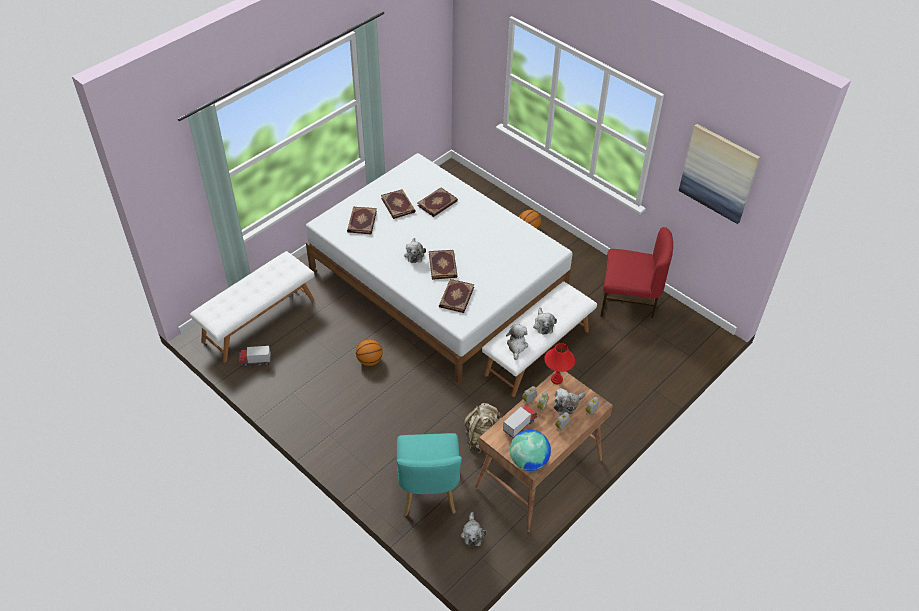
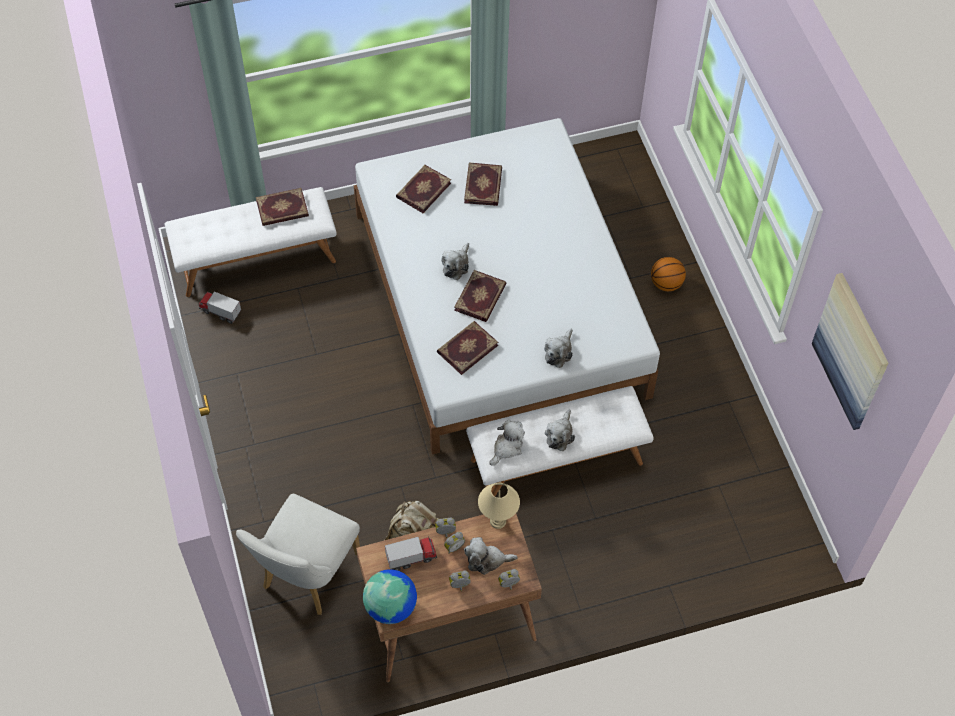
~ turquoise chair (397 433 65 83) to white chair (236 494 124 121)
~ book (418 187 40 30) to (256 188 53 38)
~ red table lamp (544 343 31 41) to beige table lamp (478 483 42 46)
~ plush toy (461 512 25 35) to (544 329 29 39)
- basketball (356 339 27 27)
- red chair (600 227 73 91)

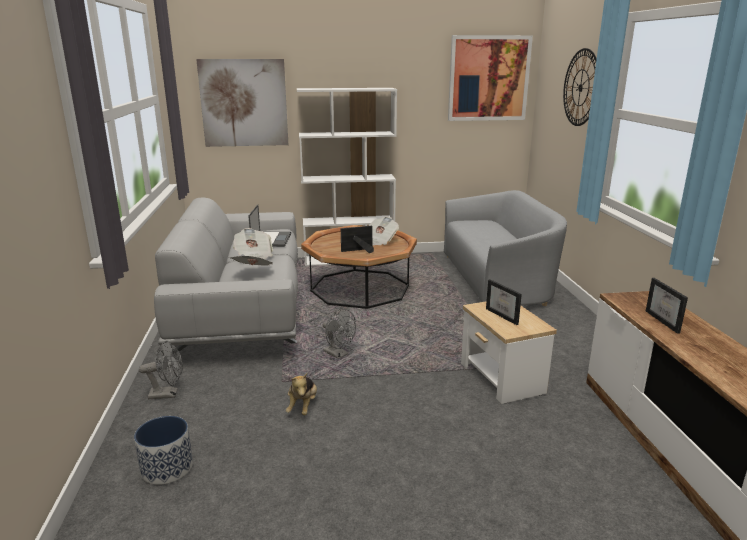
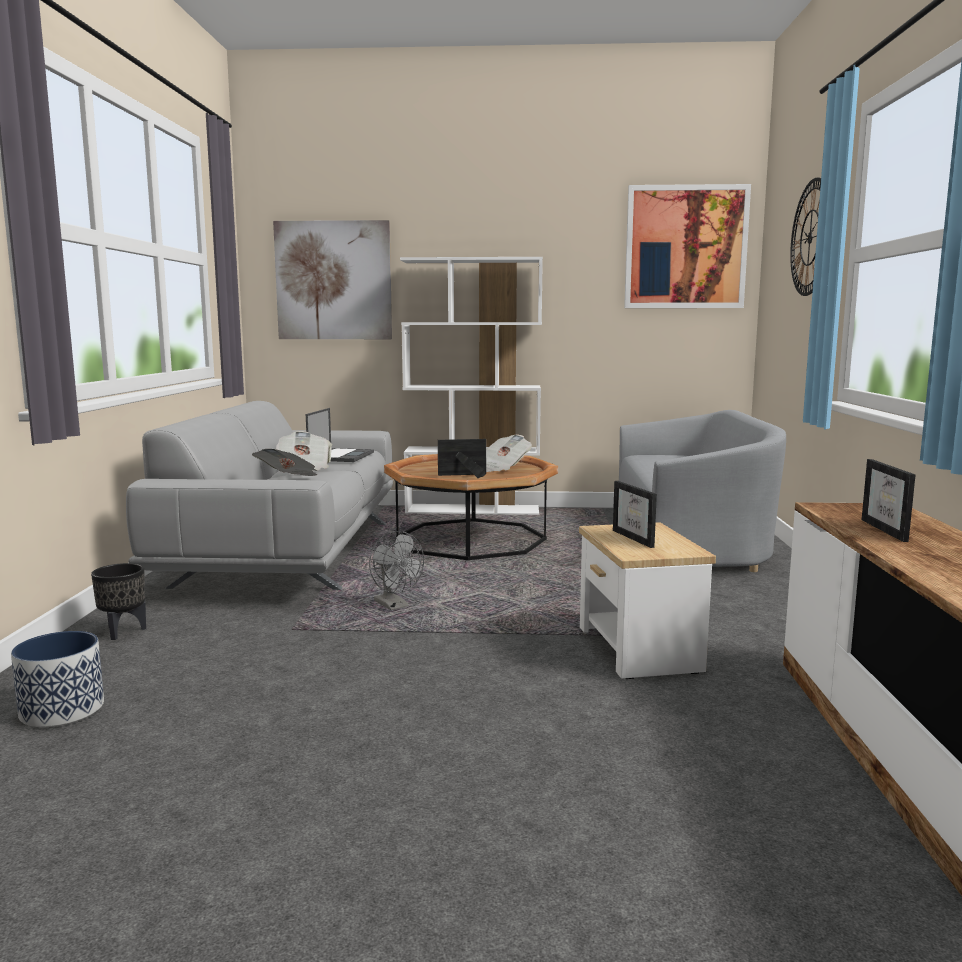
~ grey fan (139 341 44 58) to black planter (91 563 55 77)
- plush toy (286 373 31 42)

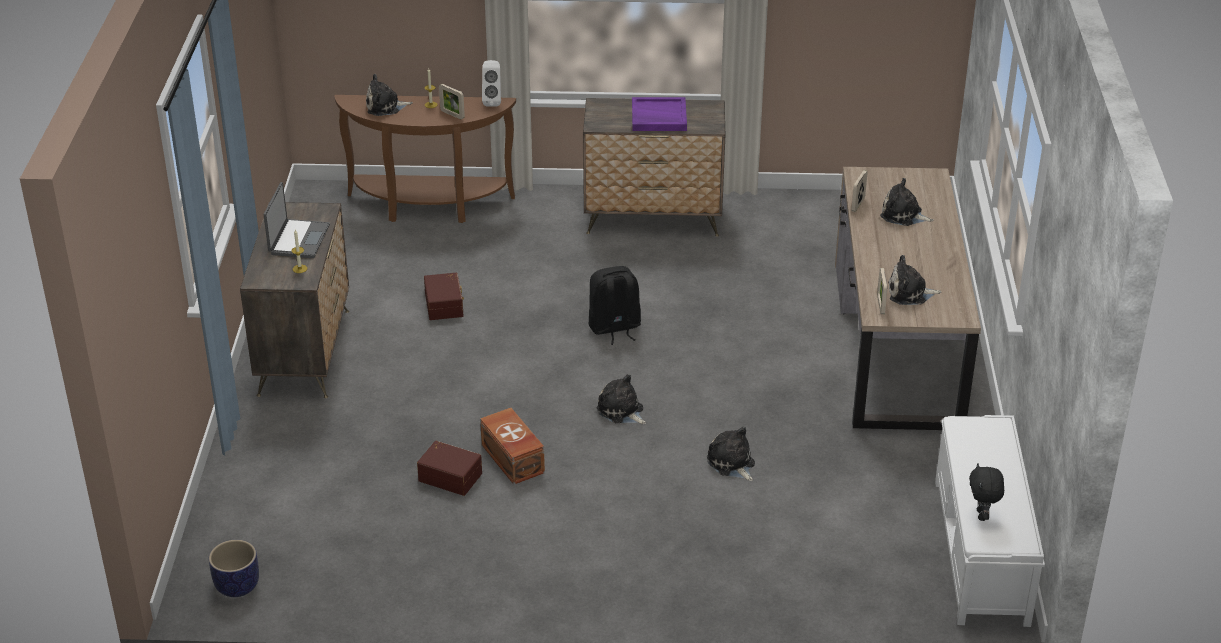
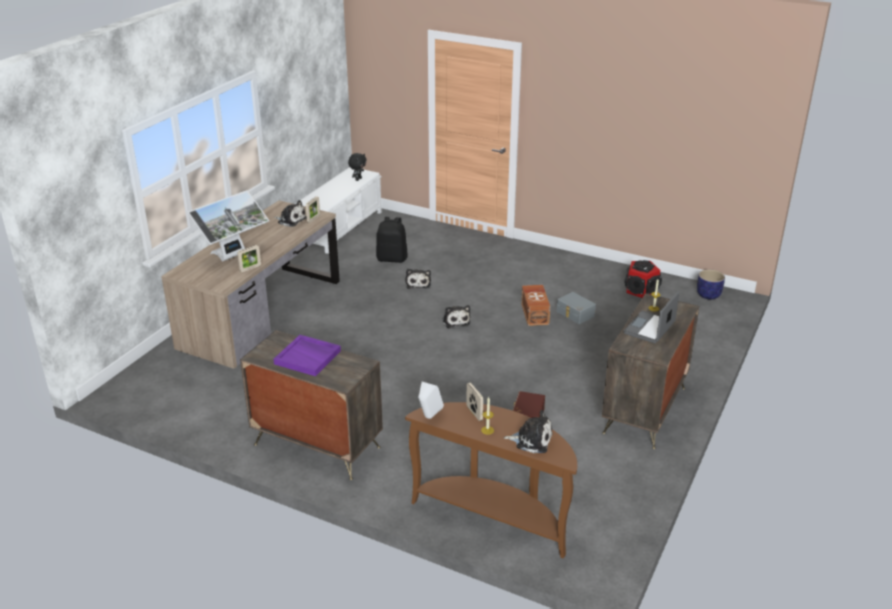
~ plush toy (880 178 54 48) to monitor (188 190 81 71)
~ black backpack (589 266 52 79) to (376 217 32 46)
~ brown storage box (417 441 65 55) to grey storage box (556 292 40 32)
+ speaker (624 260 38 38)

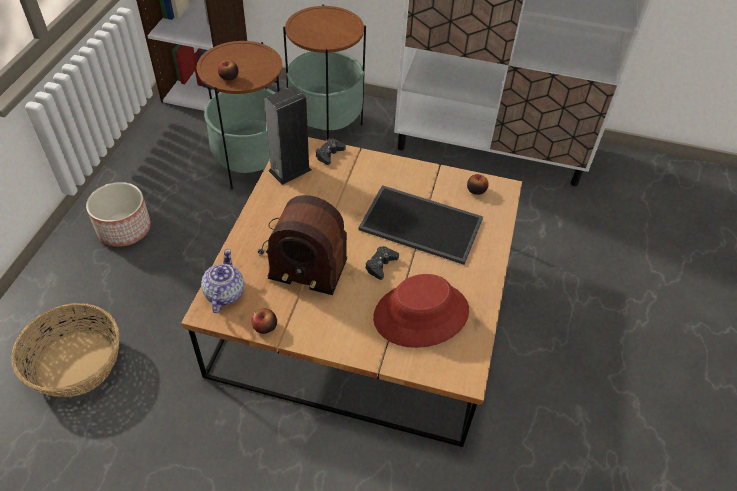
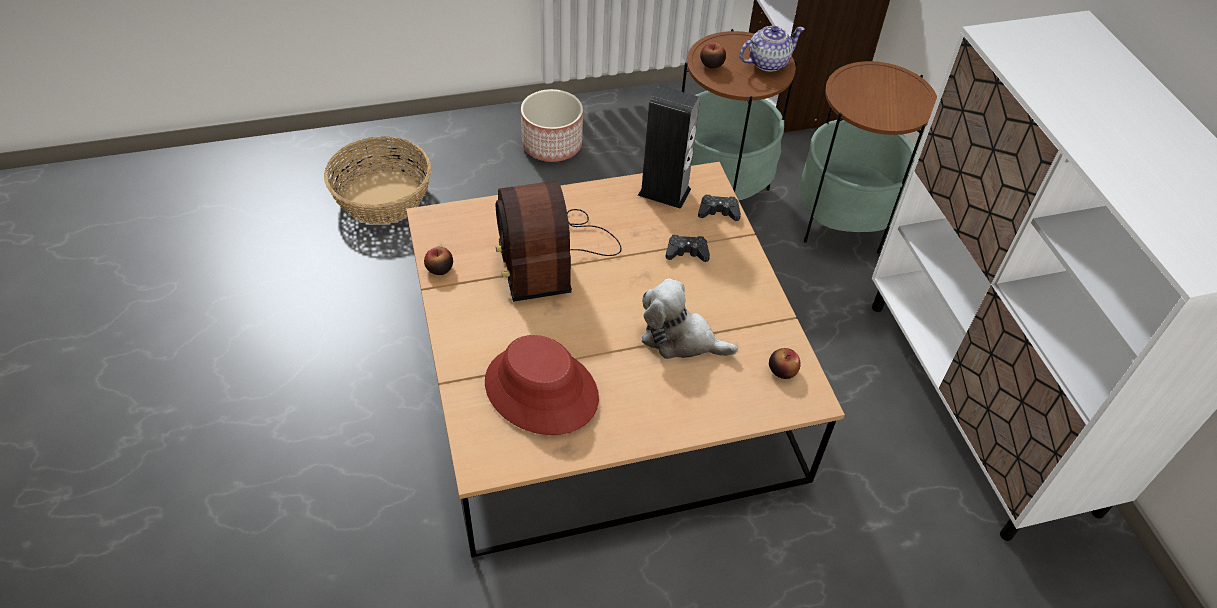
~ tray (358 185 125 80) to plush toy (642 278 96 81)
~ black game controller (365 246 34 34) to (666 235 44 27)
~ teapot (201 249 43 64) to (739 26 66 46)

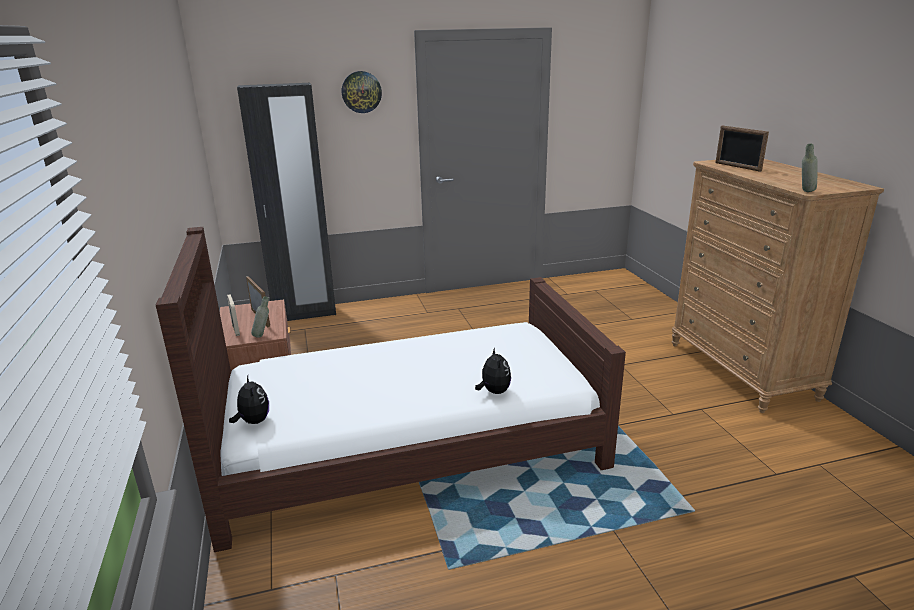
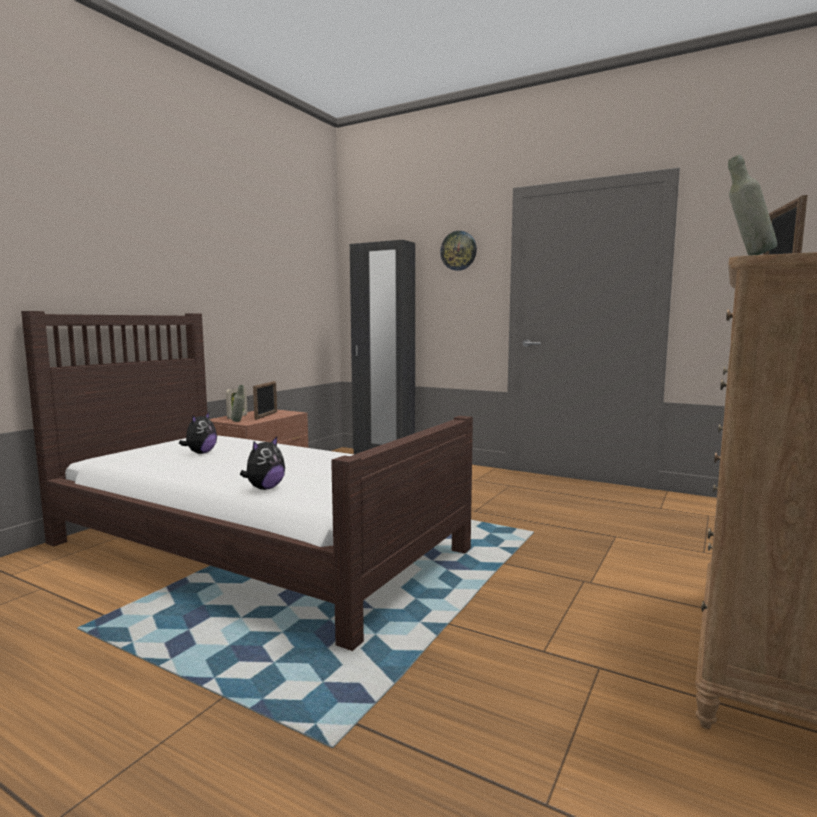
~ plush toy (229 375 40 49) to (179 412 38 42)

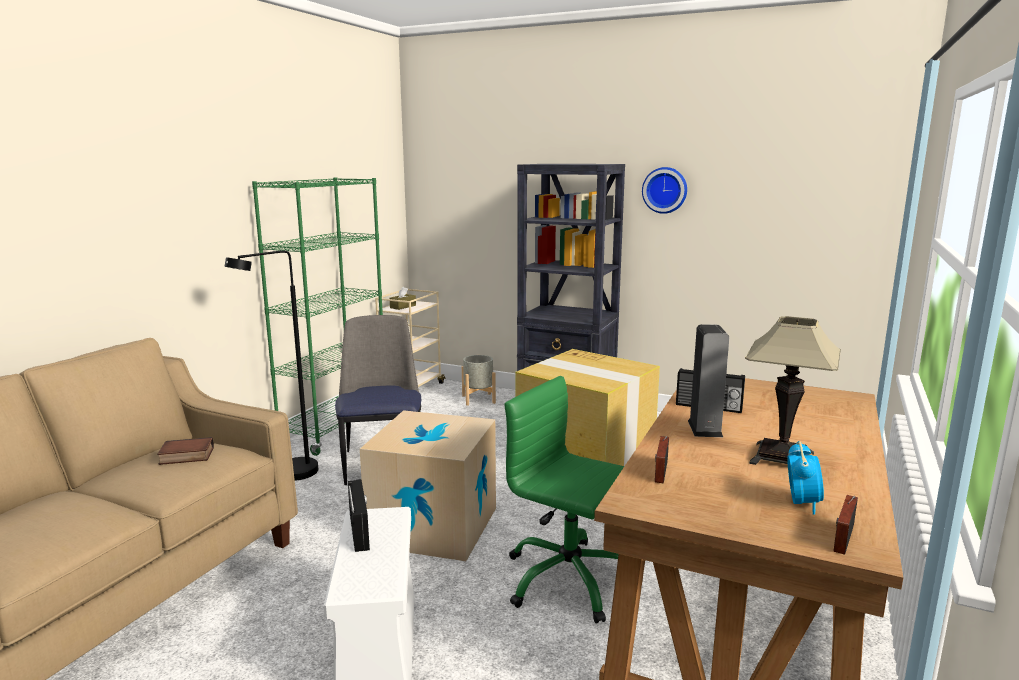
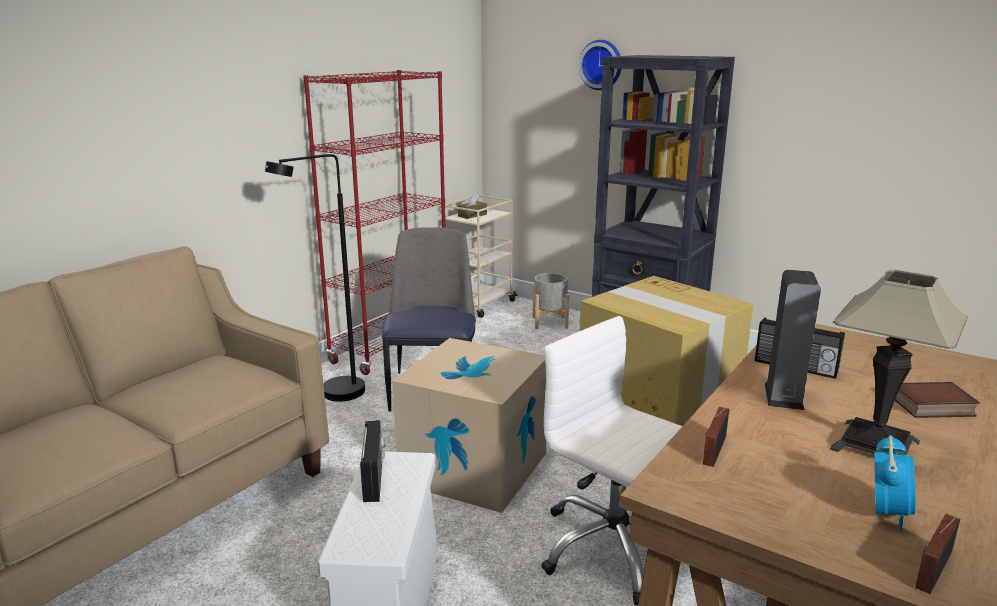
~ green bookcase (252 177 131 279) to red bookcase (303 70 142 305)
~ green office chair (504 376 120 248) to white office chair (541 316 141 289)
~ wall clock (642 167 45 47) to (578 40 43 50)
~ book (157 437 57 28) to (895 382 85 36)

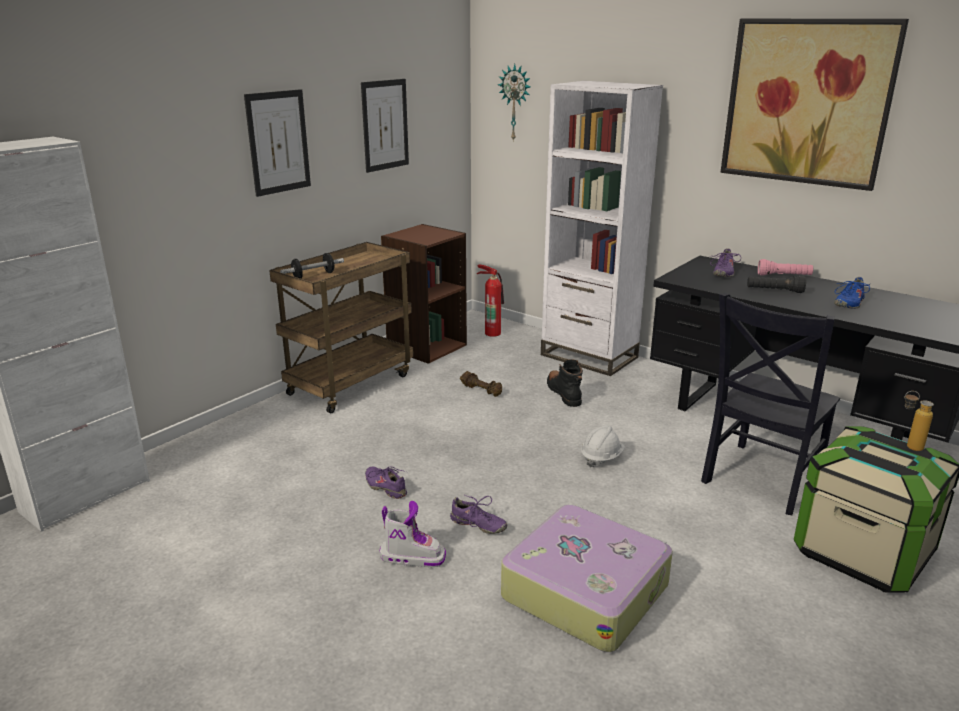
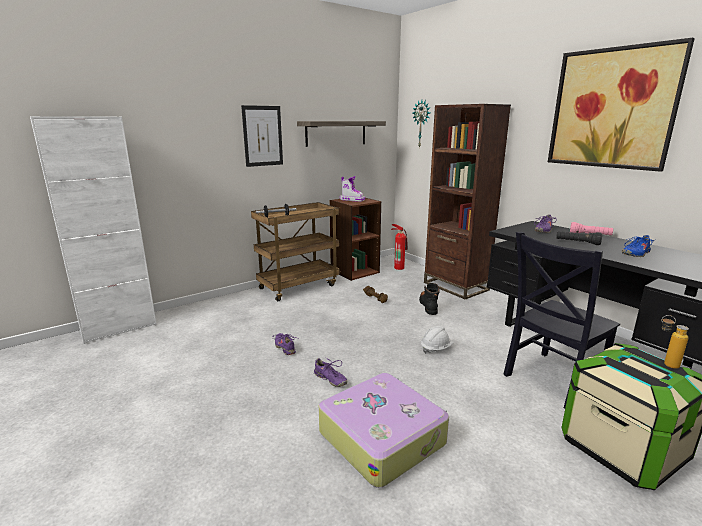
~ picture (361 79 48 94) to shelf (297 121 89 26)
~ boot (380 501 66 66) to (340 176 25 26)
~ white bookcase (541 81 122 295) to brown bookcase (424 104 87 195)

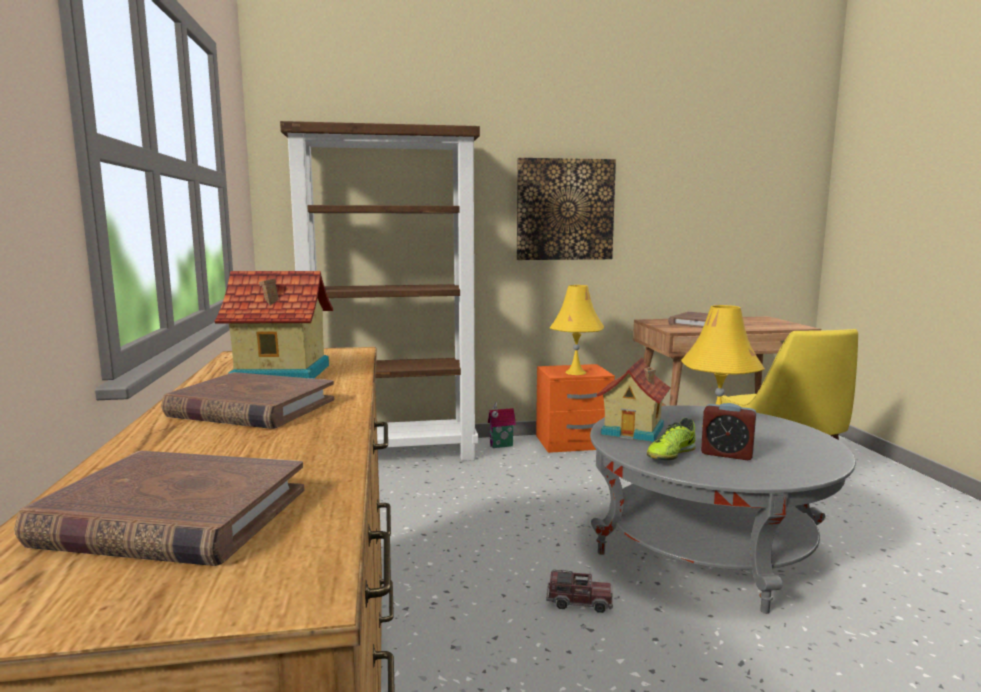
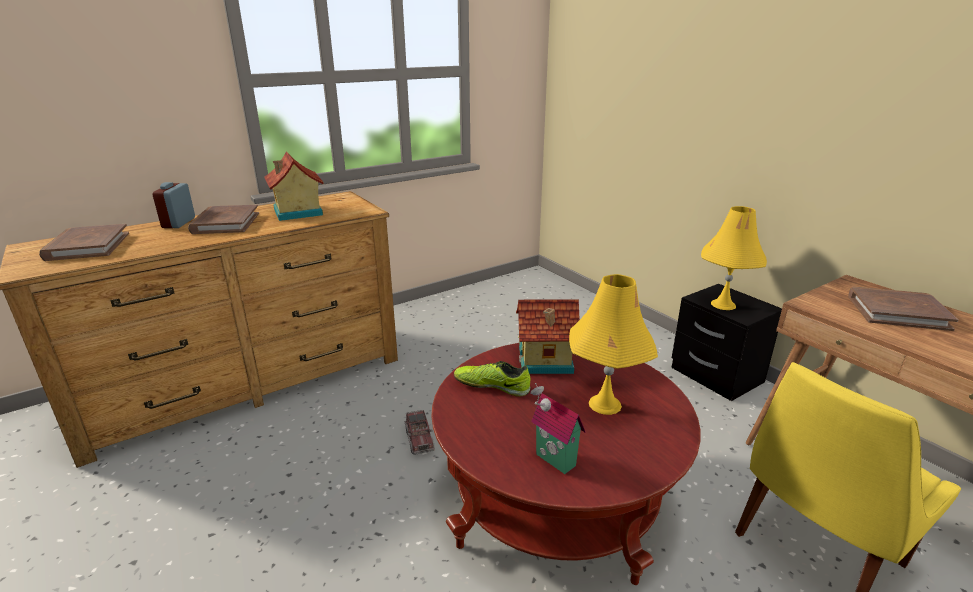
~ alarm clock (701 403 55 57) to (153 182 42 46)
~ grey coffee table (590 405 266 209) to red coffee table (432 343 269 242)
~ toy house (488 403 28 45) to (530 383 55 91)
~ orange nightstand (536 364 79 89) to black nightstand (671 284 111 117)
- brown bookcase (280 121 200 340)
- picture (517 158 99 102)

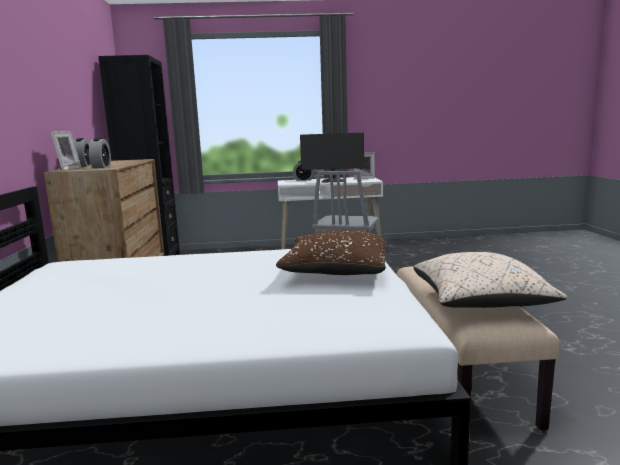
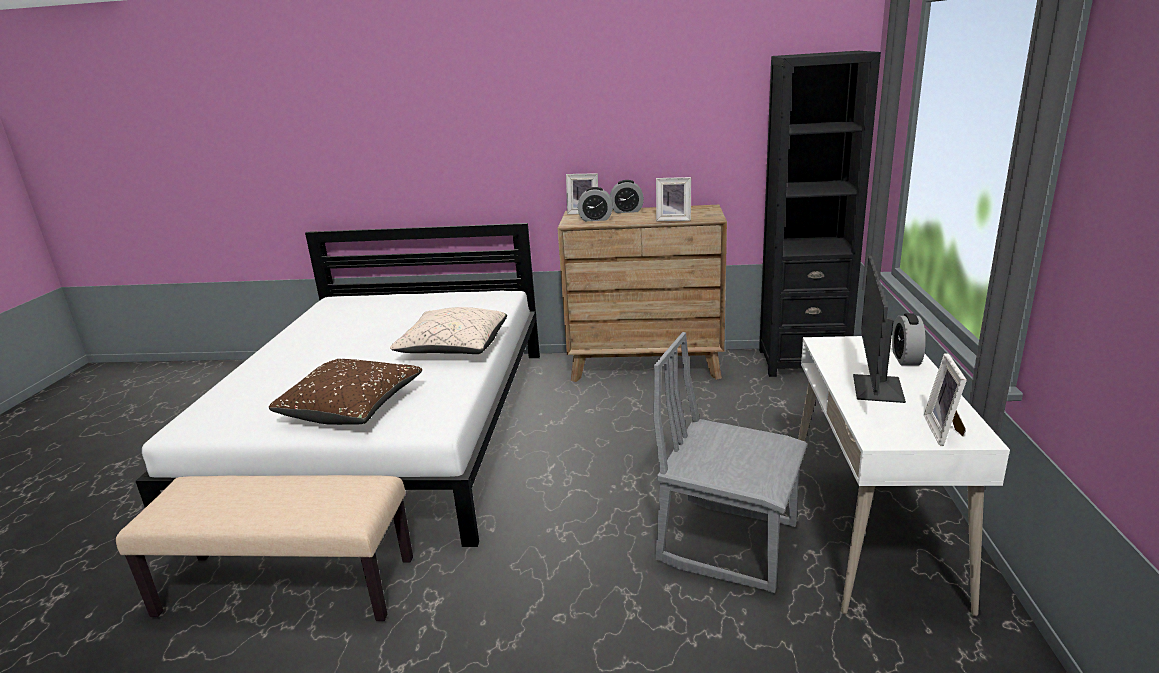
~ beige pillow (413 252 154 56) to (390 307 117 47)
+ picture frame (656 177 35 44)

